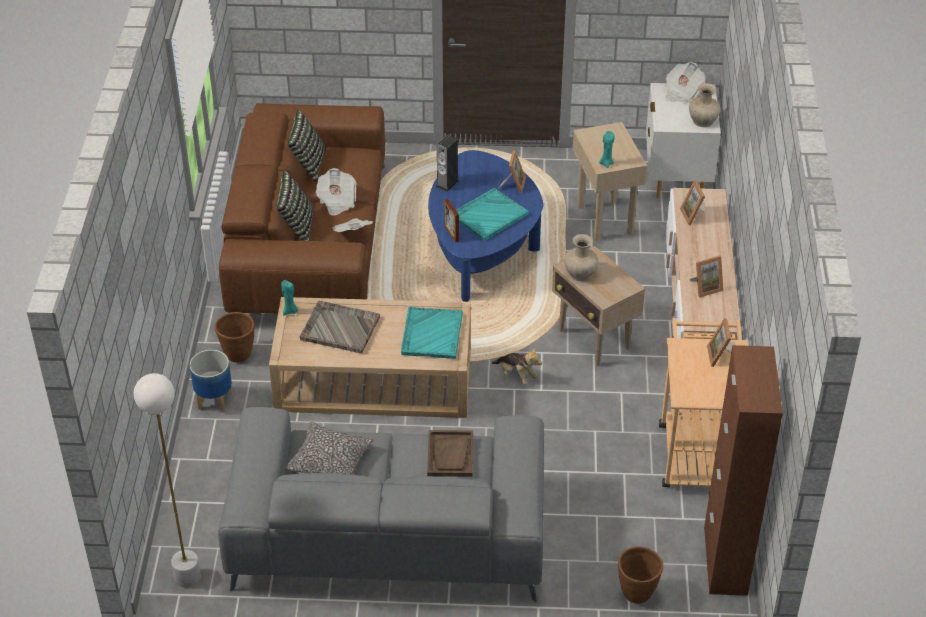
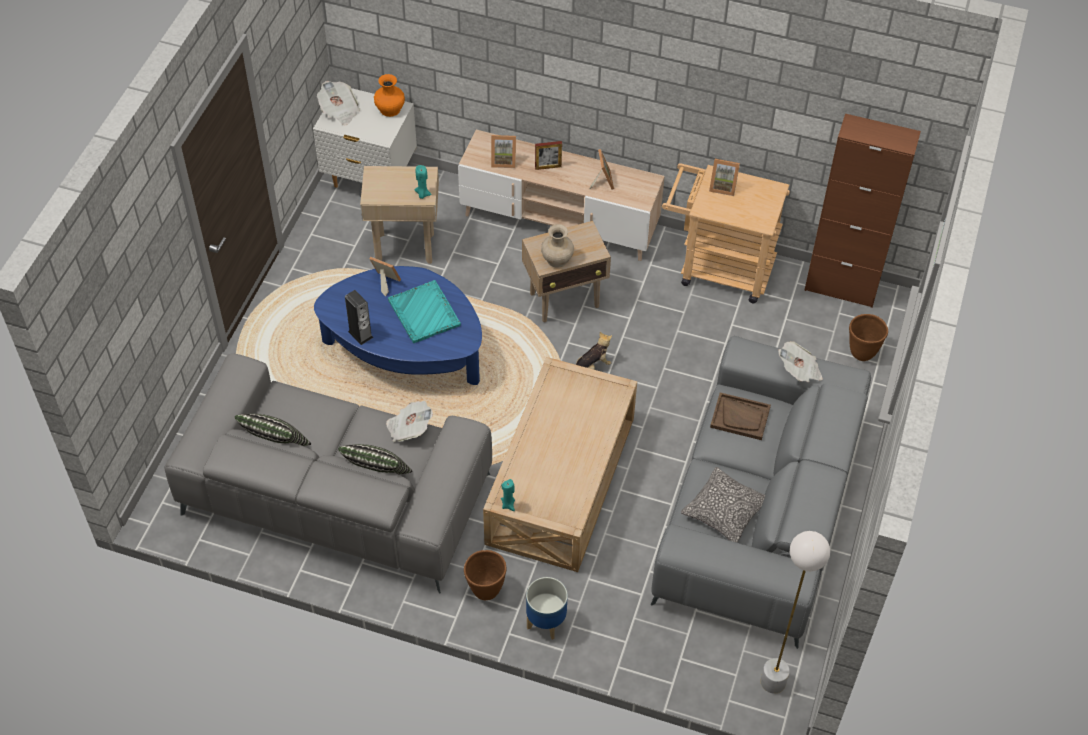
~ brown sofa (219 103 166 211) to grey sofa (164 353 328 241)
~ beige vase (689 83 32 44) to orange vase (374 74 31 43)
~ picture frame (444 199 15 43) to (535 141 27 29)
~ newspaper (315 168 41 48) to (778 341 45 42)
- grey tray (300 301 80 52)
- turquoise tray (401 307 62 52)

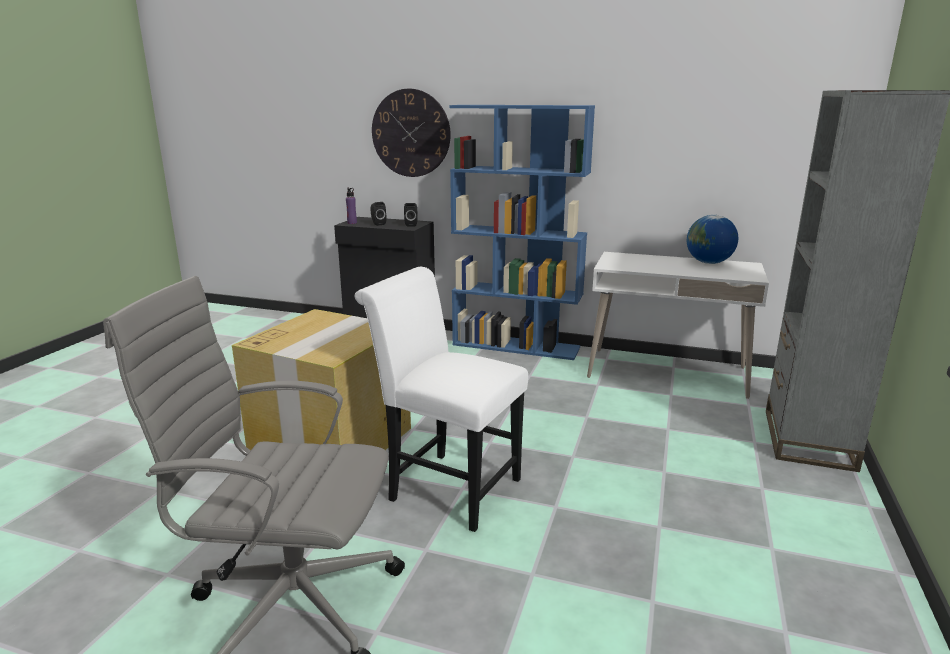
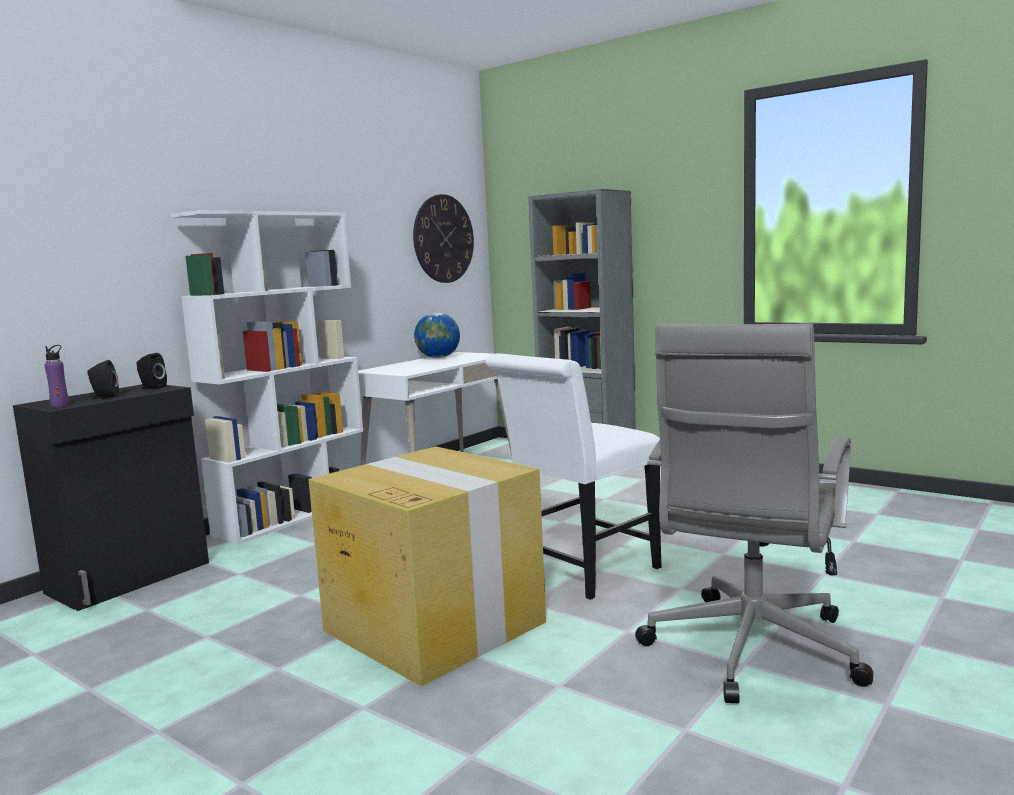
~ blue bookcase (449 105 146 255) to white bookcase (171 210 192 335)
~ wall clock (372 89 79 88) to (413 194 61 89)

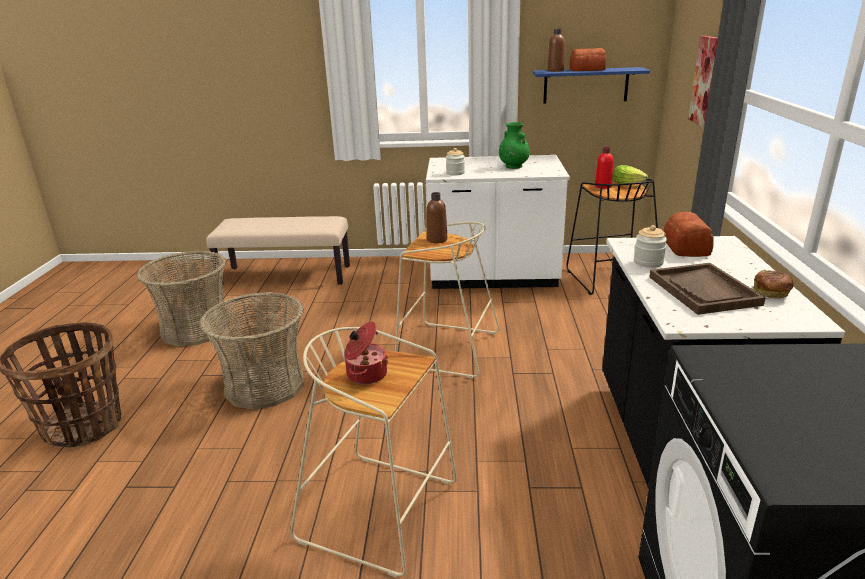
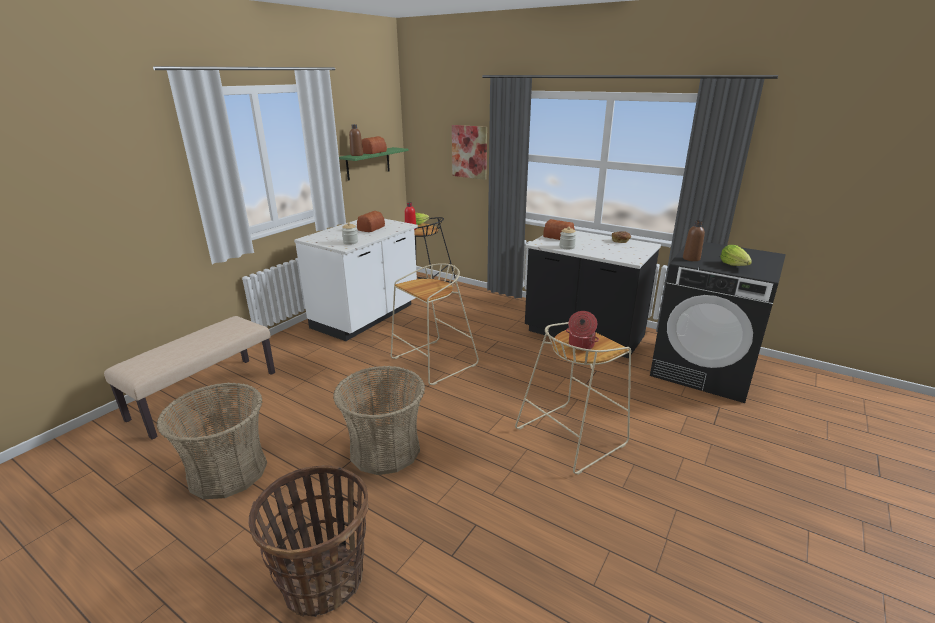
~ blue shelf (533 67 117 37) to green shelf (339 147 70 34)
~ green vase (499 122 31 47) to bread (357 211 28 21)
~ brown bottle (427 192 20 51) to (683 220 22 41)
+ lettuce (720 245 32 21)
- brown tray (649 263 117 52)

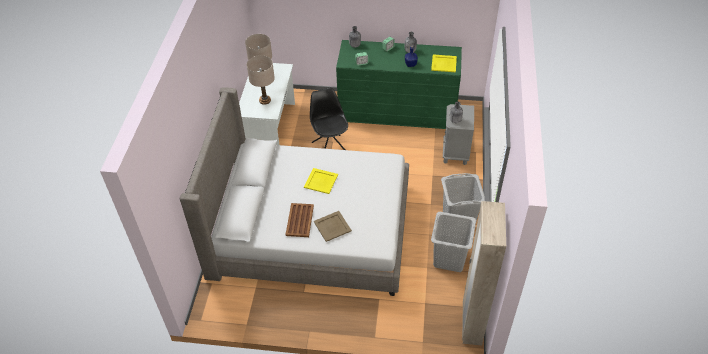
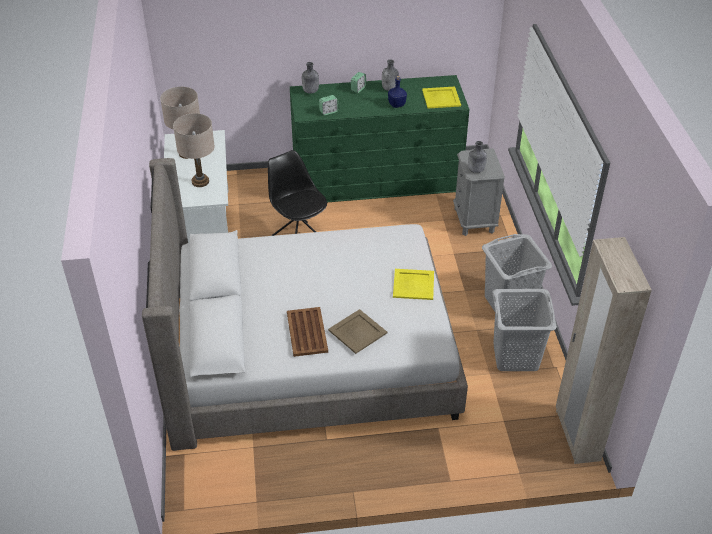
~ yellow tray (304 168 34 26) to (393 269 41 31)

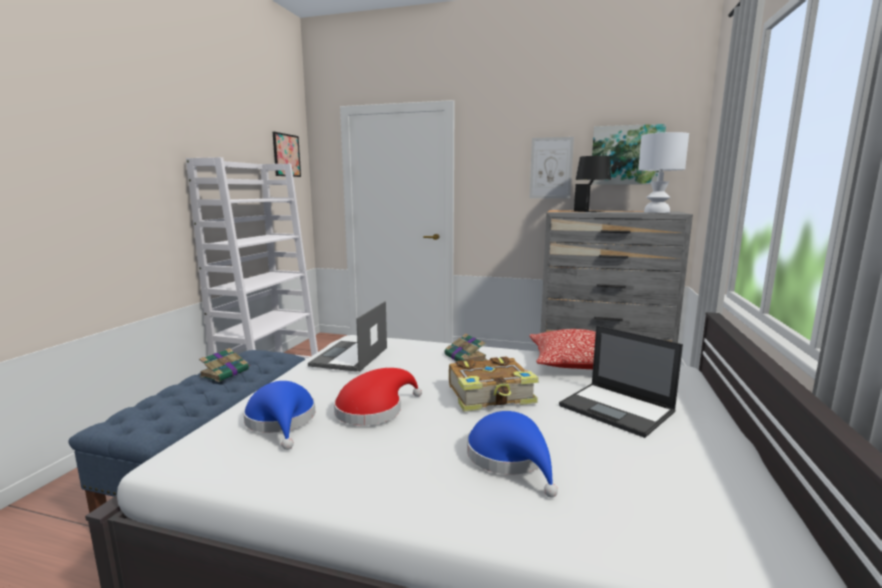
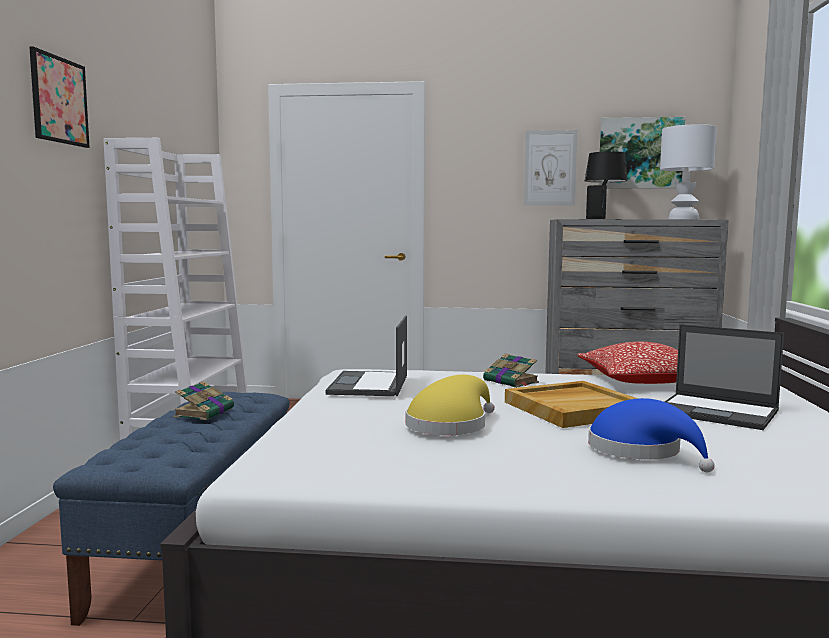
~ picture (273 132 28 45) to (29 46 61 102)
~ red hat (334 368 88 57) to yellow hat (406 375 89 60)
~ book (449 356 90 55) to beige tray (505 381 133 47)
- blue hat (243 381 72 69)

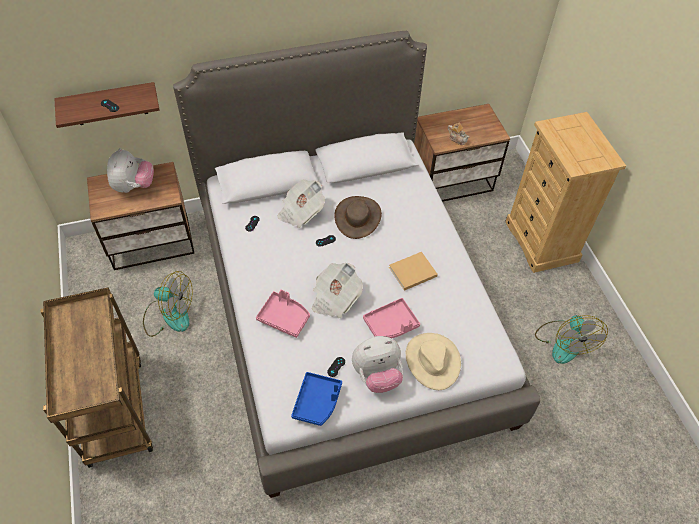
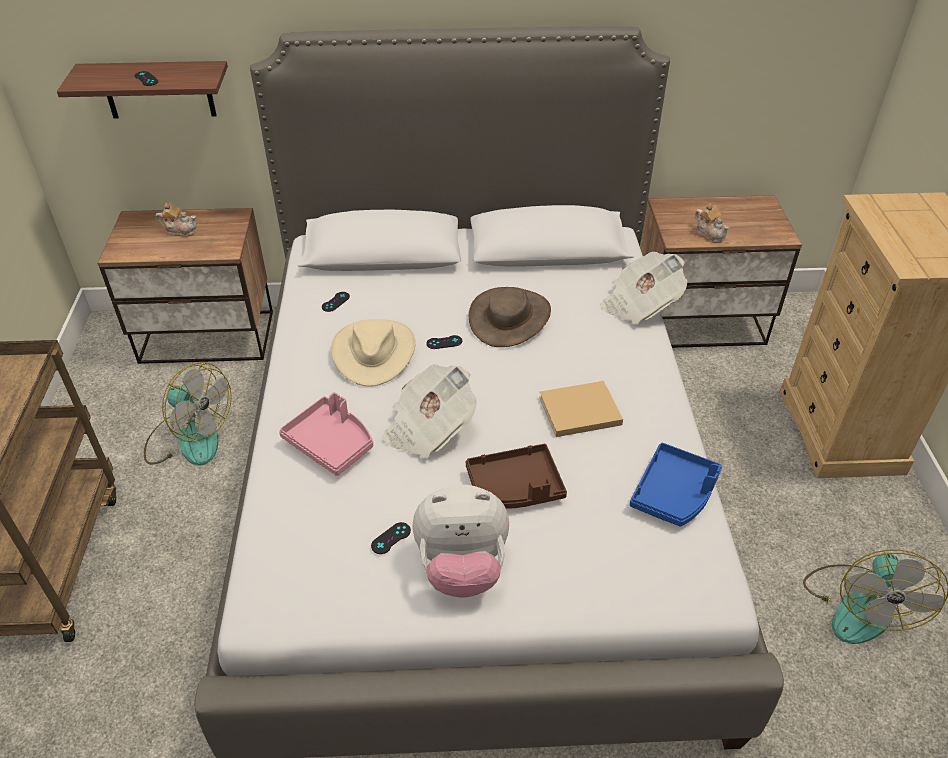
~ plush toy (107 148 47 45) to teapot (156 202 41 35)
~ beige hat (406 333 55 57) to (331 319 85 68)
~ pink tray (363 298 57 40) to brown tray (466 444 101 65)
~ newspaper (278 179 47 49) to (600 251 87 74)
~ blue tray (291 372 51 54) to (630 443 92 83)

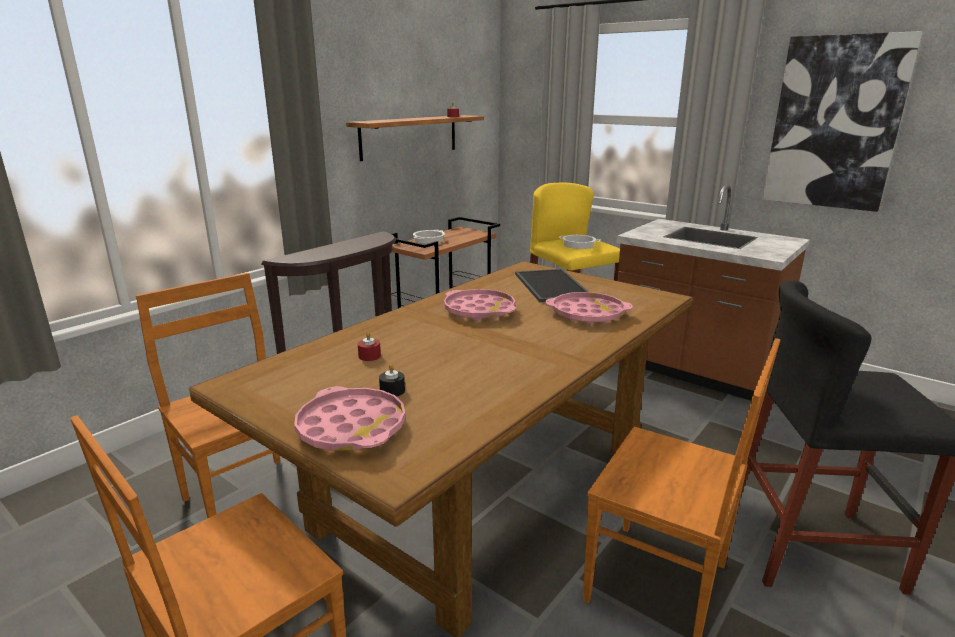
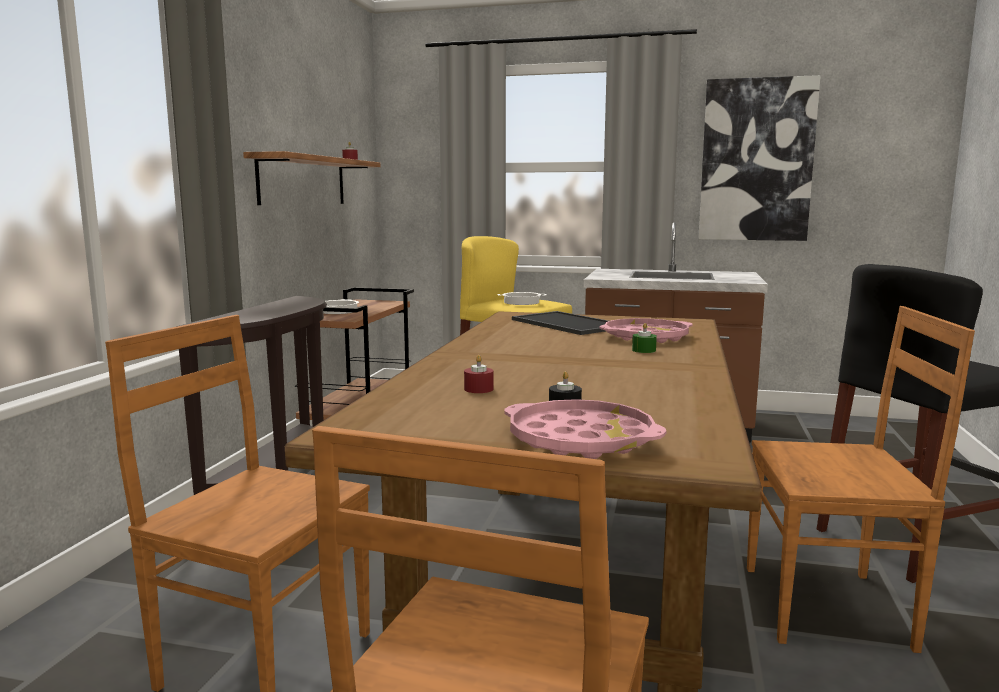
+ green candle (632 323 25 30)
- pink tray (444 289 72 32)

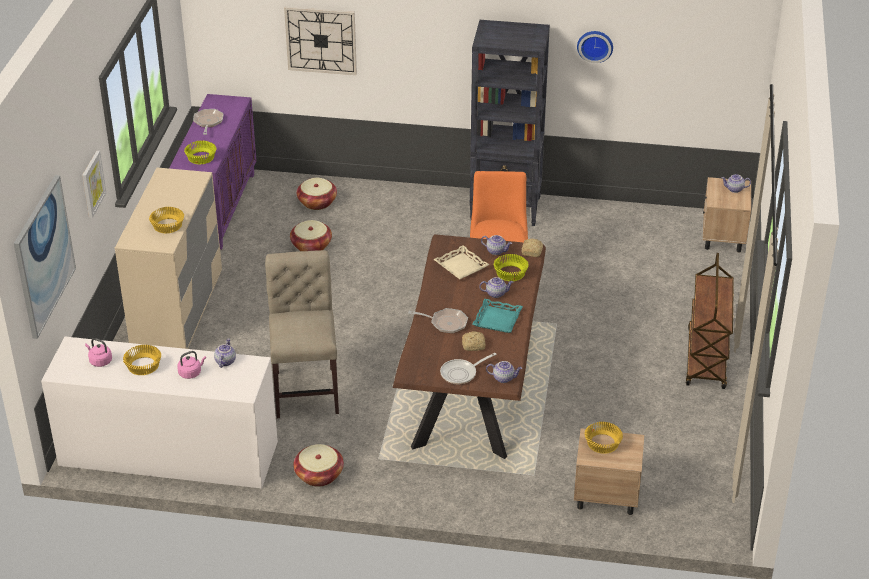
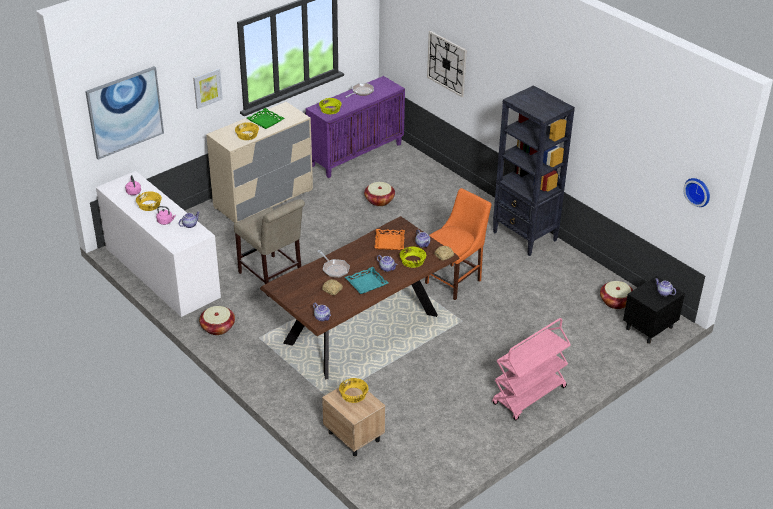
~ beige chair (265 250 74 168) = (234 199 71 98) 105 degrees clockwise
+ green tray (247 108 37 21)
~ beige tray (433 245 56 34) to orange tray (374 229 31 21)
~ brown cart (686 253 48 136) to pink cart (492 318 79 102)
~ basket (296 178 41 32) to (600 281 33 28)
~ beige nightstand (703 177 48 76) to black nightstand (623 276 62 68)
~ wall clock (577 31 36 32) to (683 178 27 29)
- frying pan (440 353 57 31)

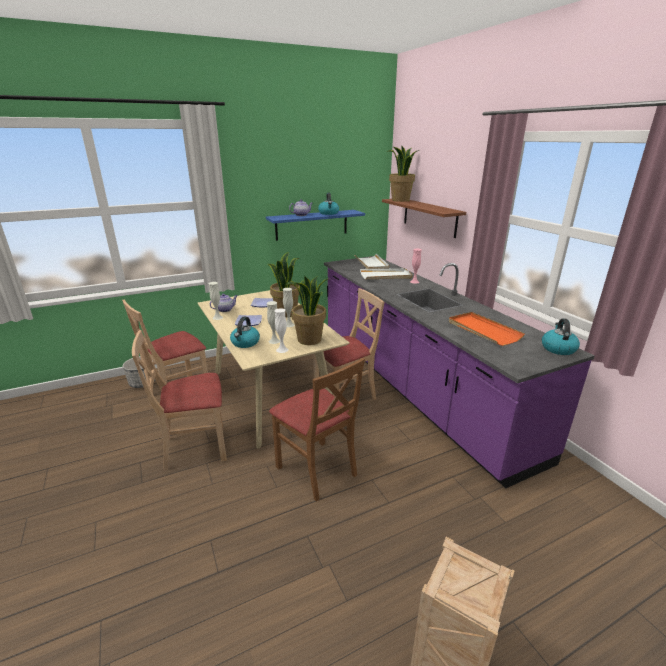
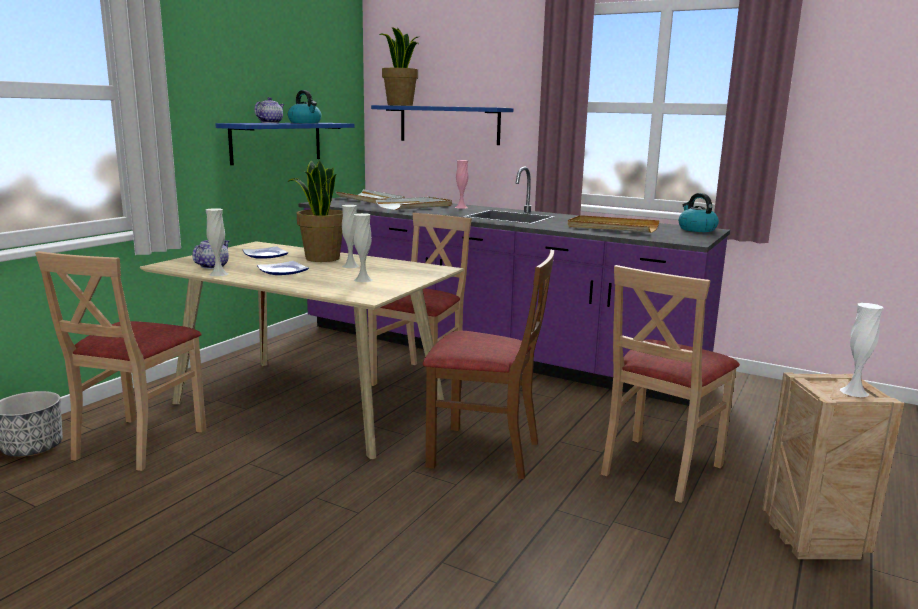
~ brown shelf (382 199 84 39) to blue shelf (371 105 142 40)
~ orange tray (449 312 76 34) to beige tray (568 215 92 18)
~ beige chair (132 330 95 141) to (601 265 139 238)
~ white vase (274 308 14 45) to (840 303 43 94)
- kettle (230 317 30 31)
- potted plant (285 276 43 69)

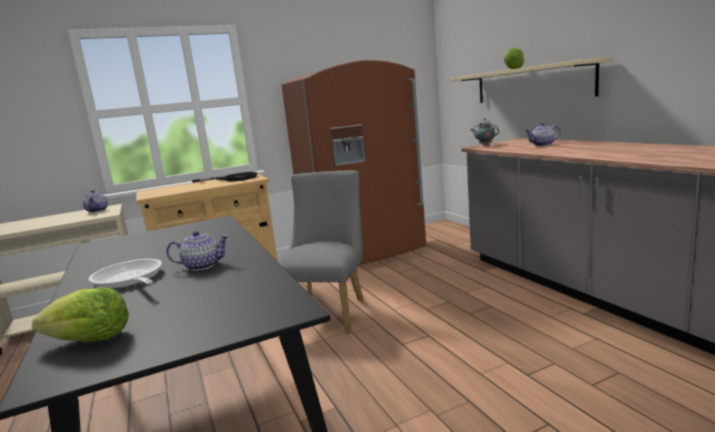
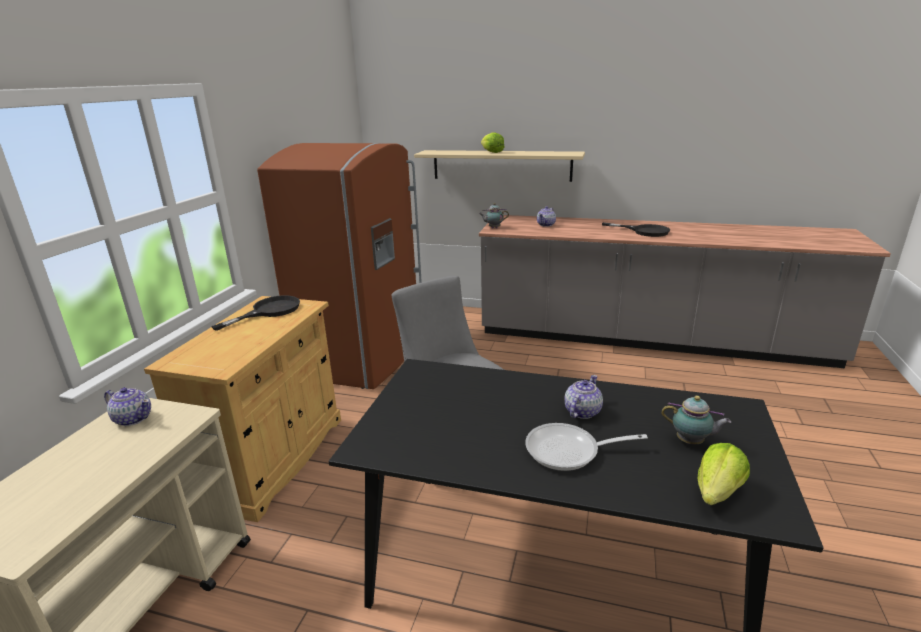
+ black frying pan (602 222 68 15)
+ teapot (661 396 70 48)

